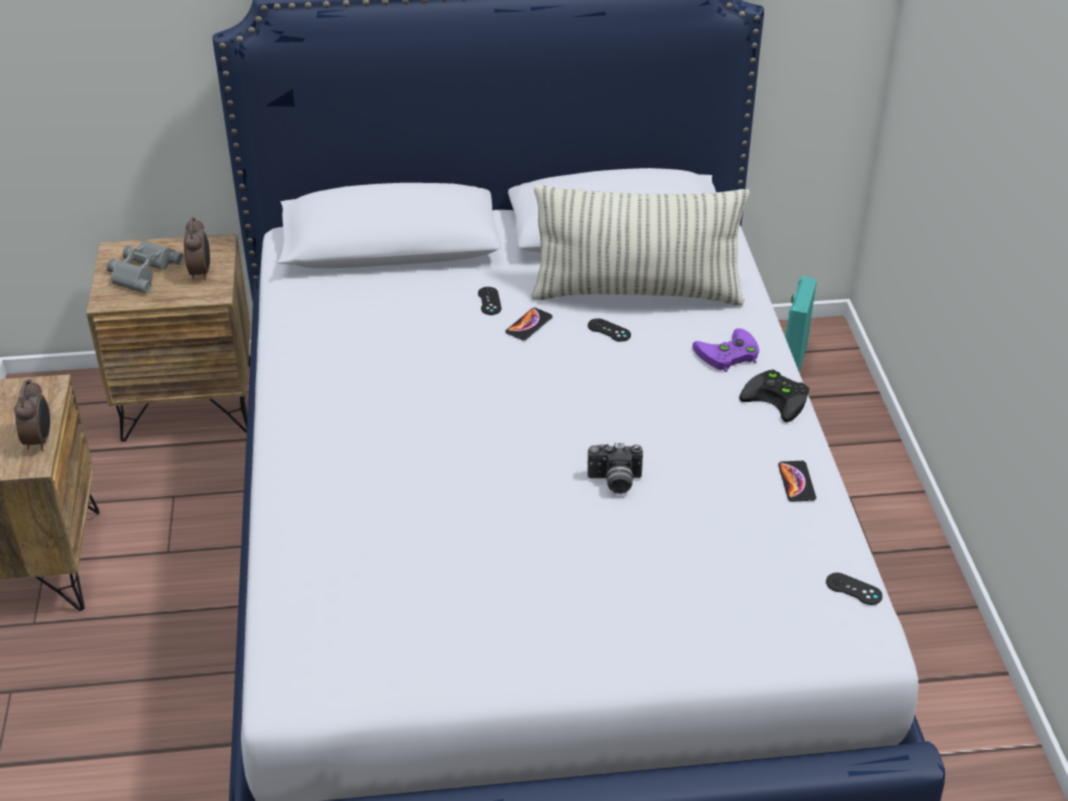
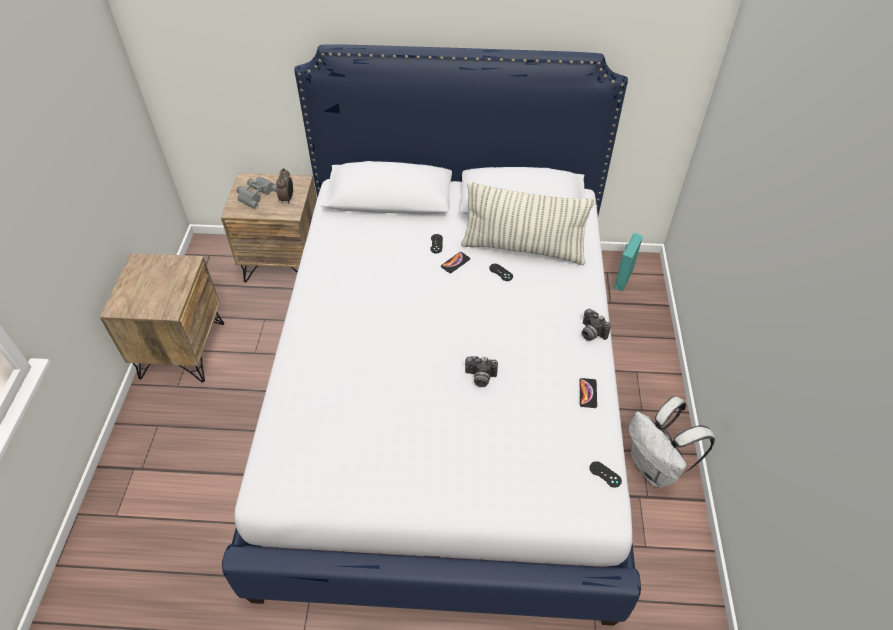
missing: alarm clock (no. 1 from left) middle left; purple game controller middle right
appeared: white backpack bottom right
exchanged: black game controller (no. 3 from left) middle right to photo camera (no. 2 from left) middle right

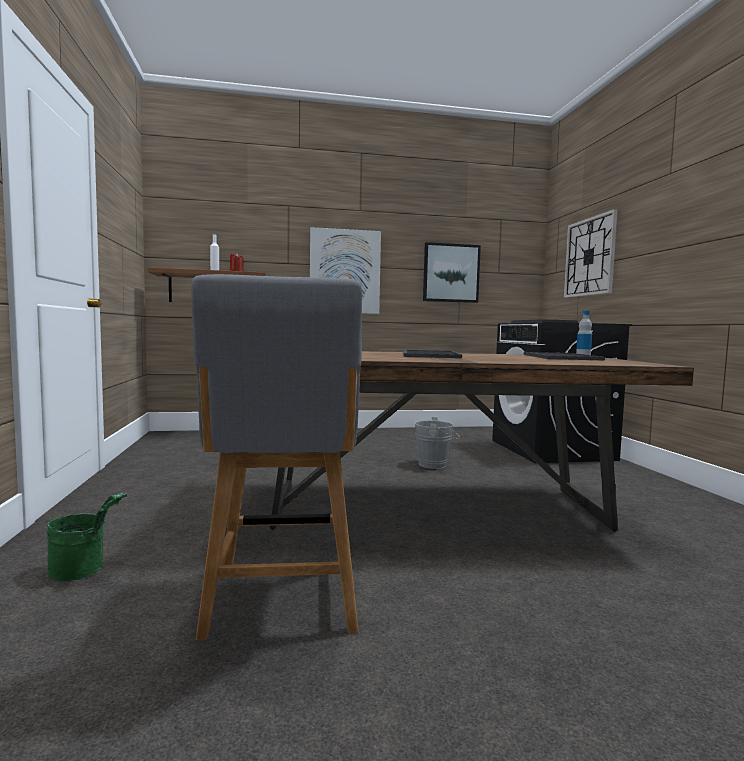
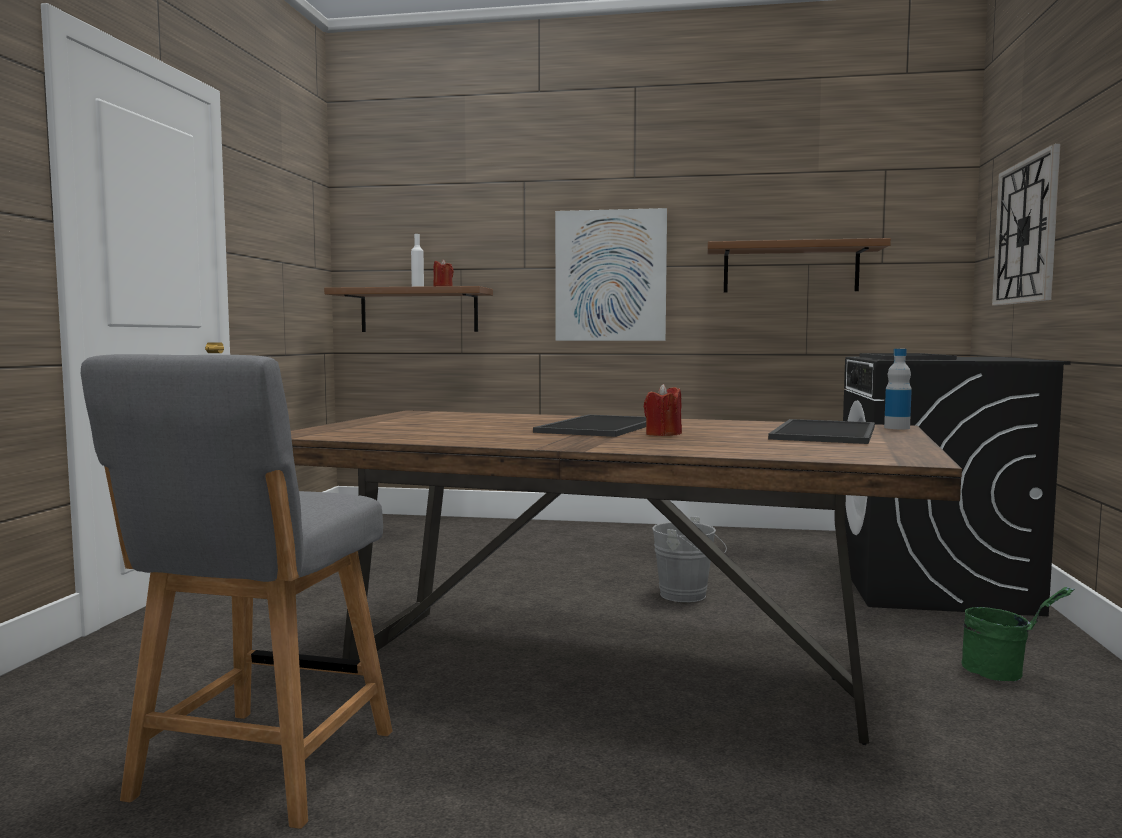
appeared: red candle (no. 2 from left) centre
relocated: green bucket bottom left to bottom right
exchanged: picture (no. 2 from left) centre to brown shelf (no. 2 from left) top right

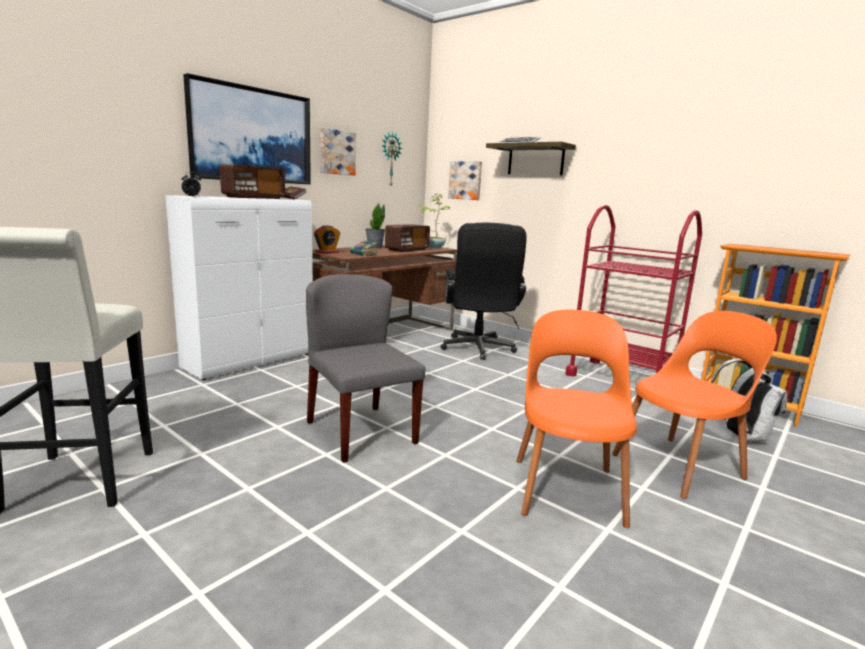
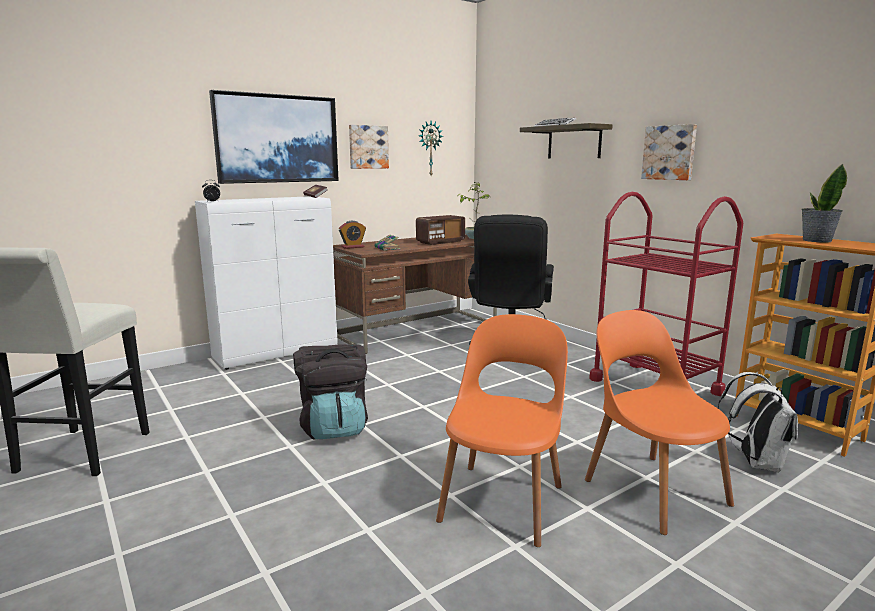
missing: radio (no. 1 from left) top left
relocated: picture (no. 3 from left) top centre to top right; potted plant (no. 1 from left in the first image) centre to potted plant (no. 2 from left) top right
exchanged: grey chair centre to black backpack centre
spun: orange chair (no. 2 from left) middle right = bottom right 105 degrees counterclockwise

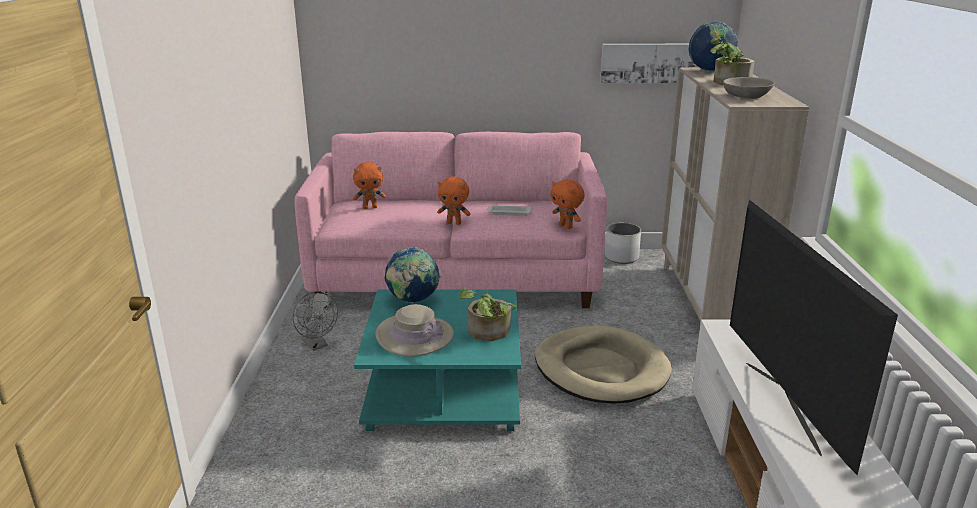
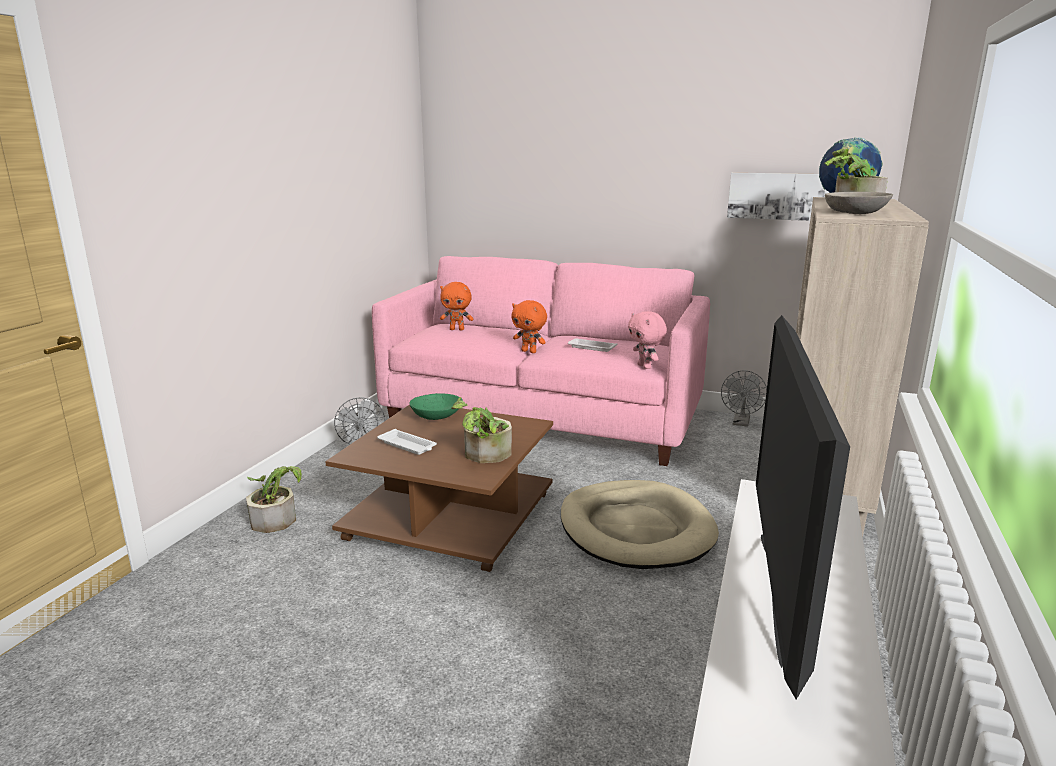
appeared: potted plant (no. 1 from left) middle left
exchanged: beige hat centre to white tray (no. 1 from left) centre; globe (no. 1 from left) centre to green bowl centre; white planter centre to grey fan (no. 2 from left) middle right
colour: turquoise coffee table bottom centre to brown coffee table centre; orange plush toy (no. 3 from left) centre to pink plush toy centre

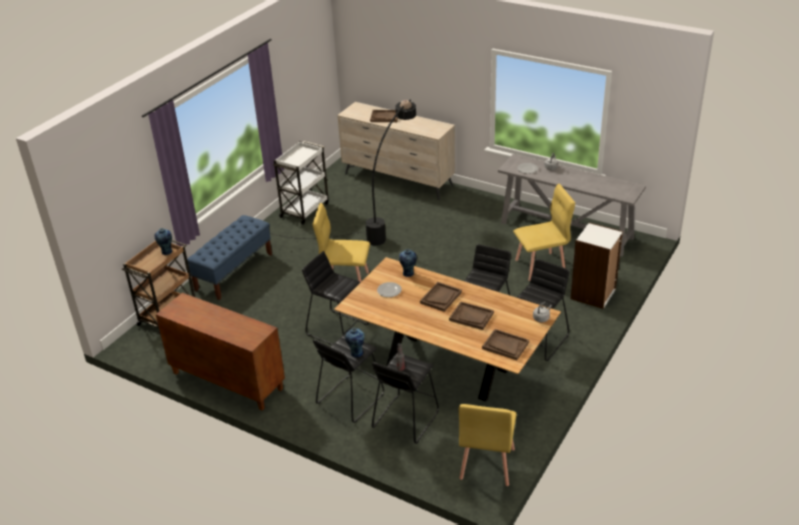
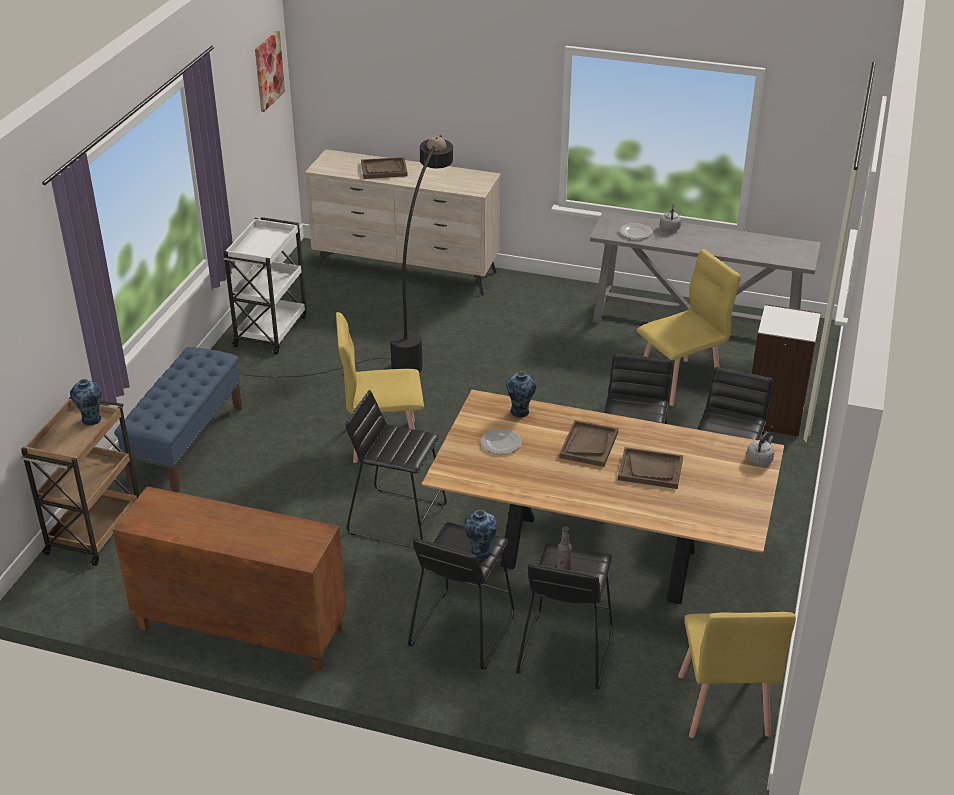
missing: brown tray (no. 4 from left) centre
appeared: picture top left

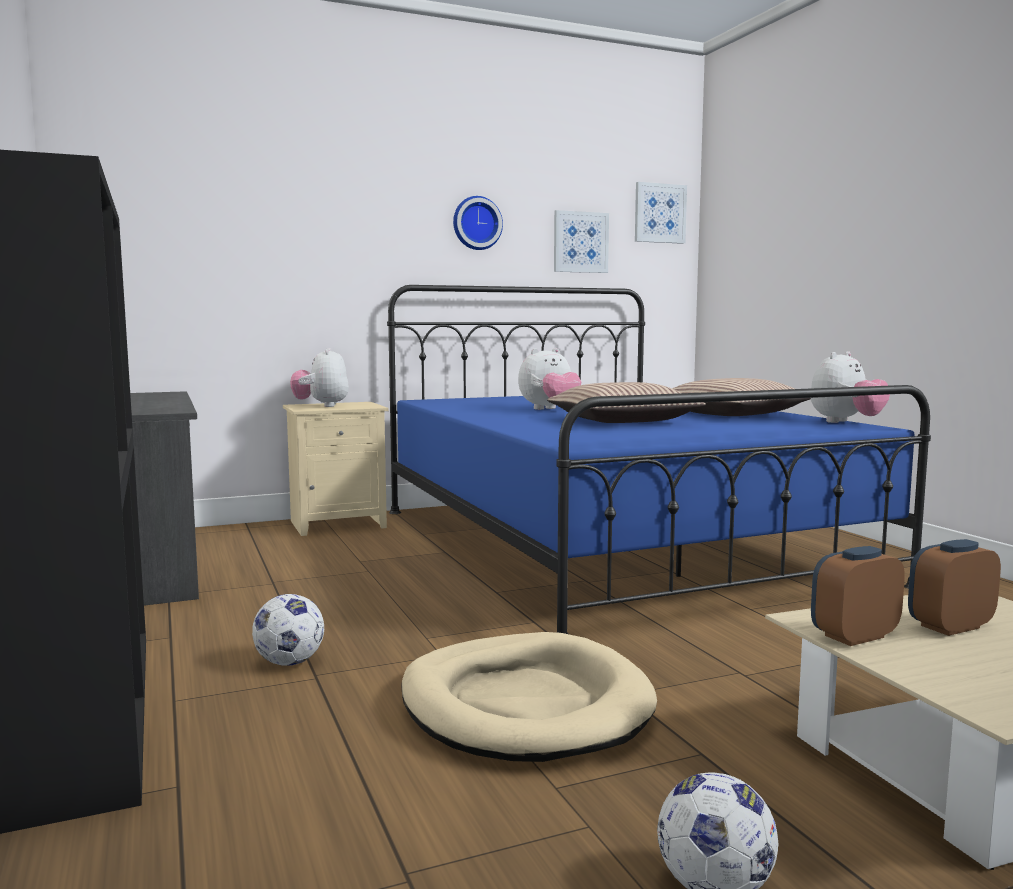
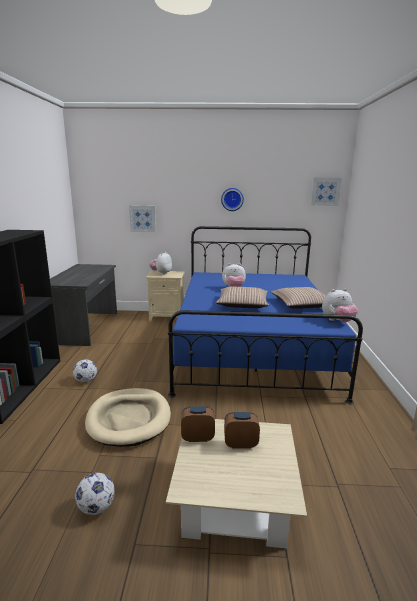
relocated: picture (no. 1 from left) top centre to centre

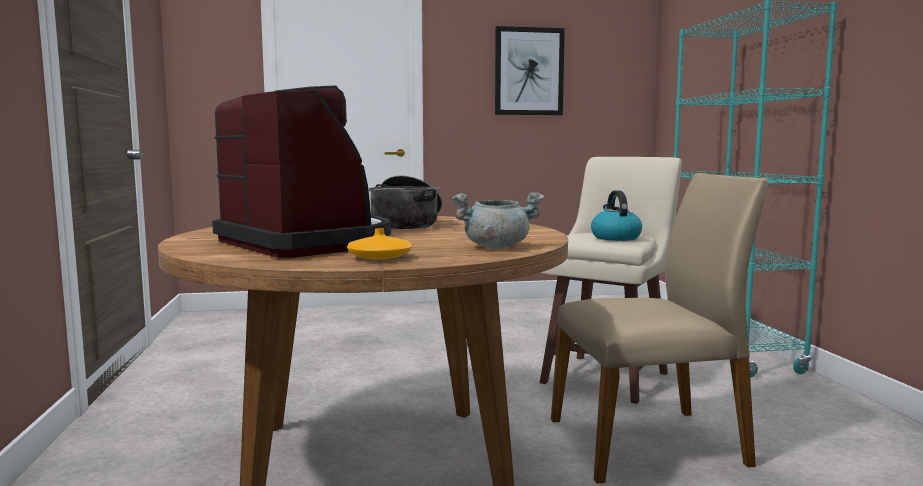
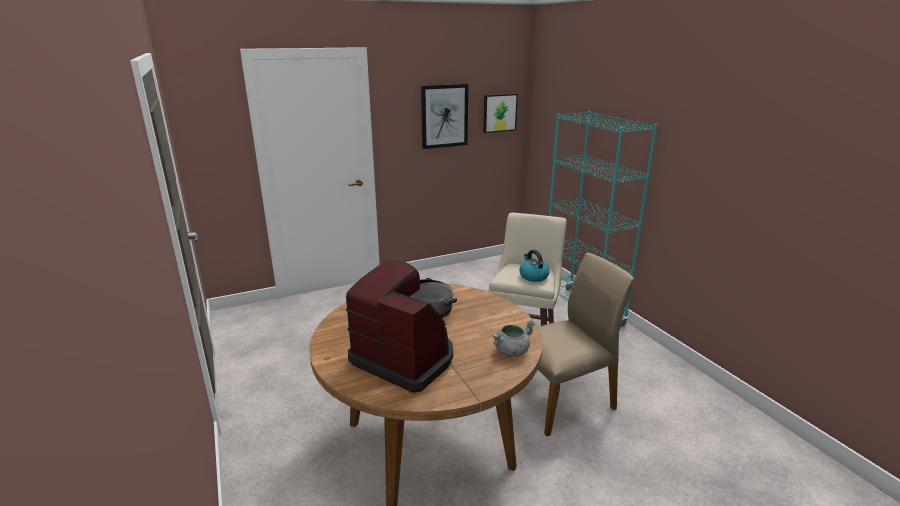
missing: orange vase centre
appeared: picture (no. 2 from left) top centre

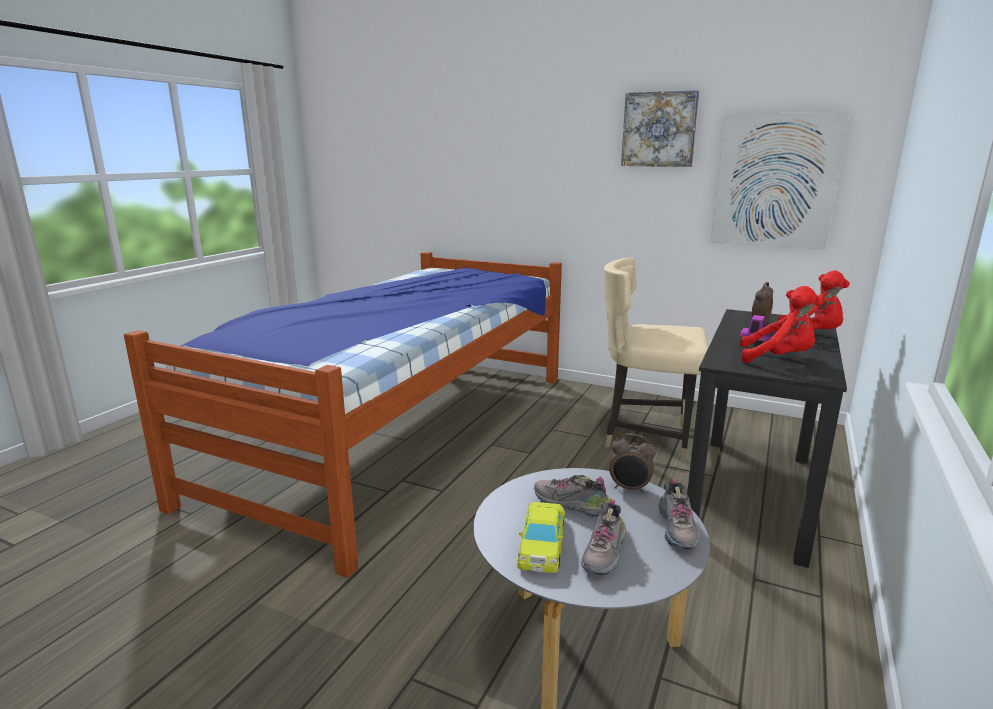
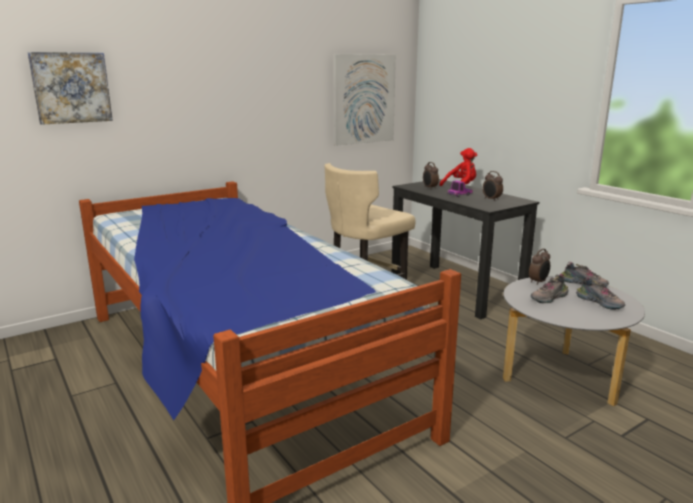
missing: yellow toy car bottom centre
relocated: picture (no. 1 from left) top centre to top left
exchanged: red plush toy (no. 1 from left) middle right to alarm clock (no. 2 from left) middle right

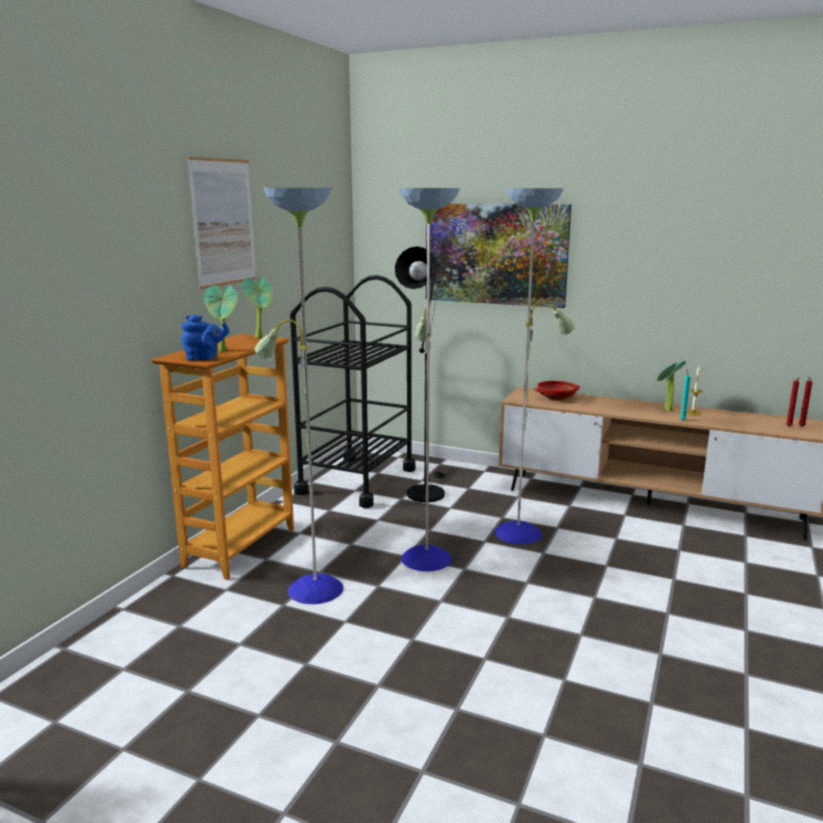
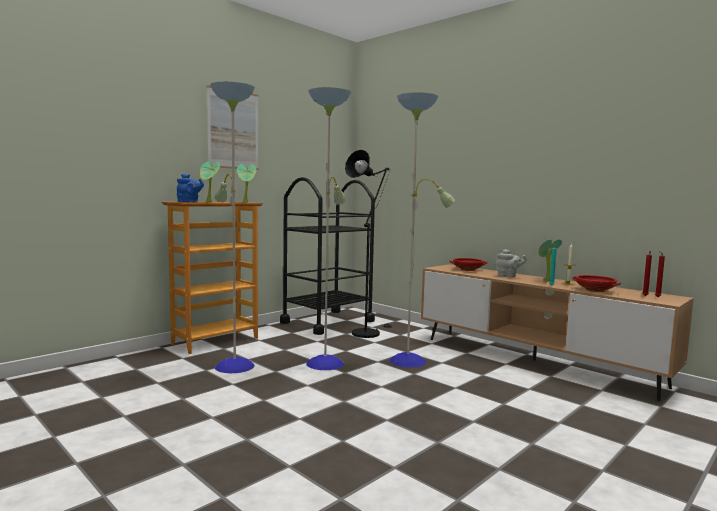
missing: picture (no. 2 from left) top centre
appeared: grey teapot middle right; red bowl (no. 2 from left) middle right

